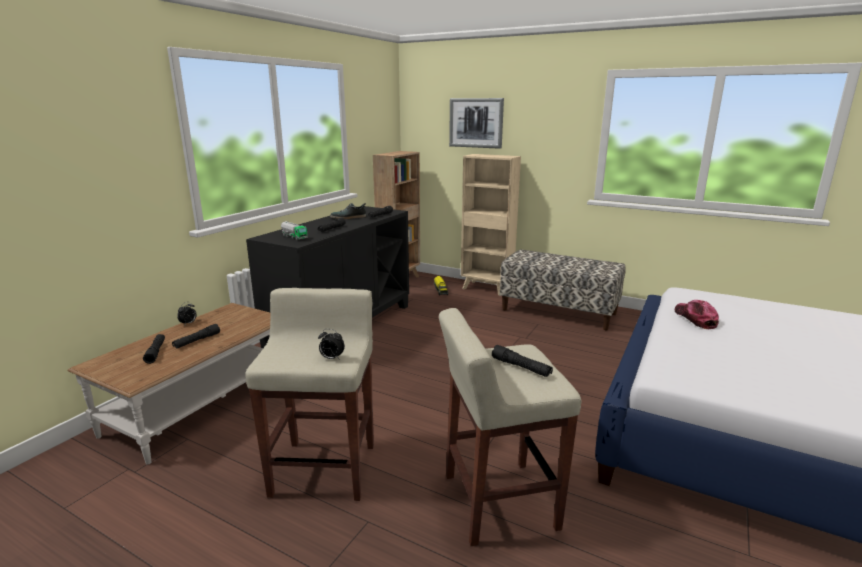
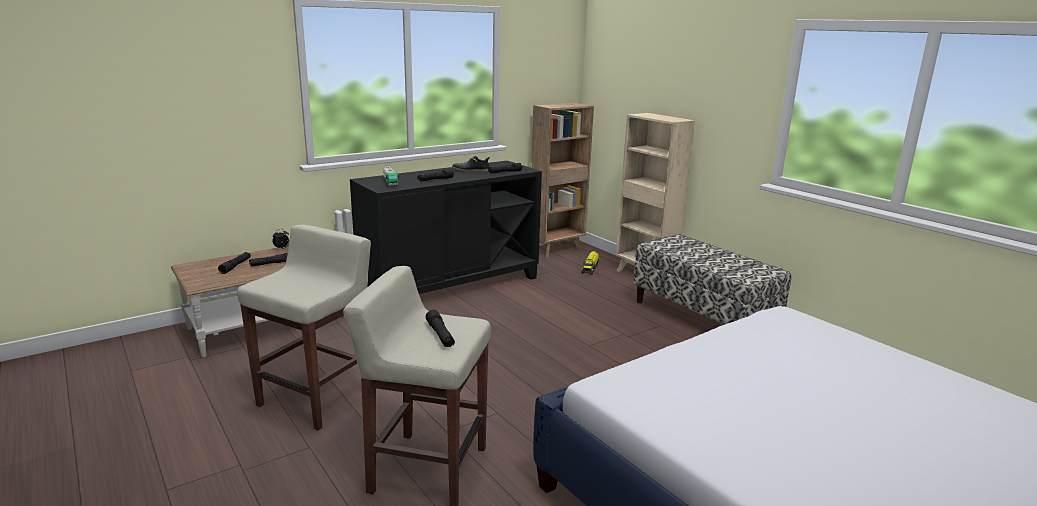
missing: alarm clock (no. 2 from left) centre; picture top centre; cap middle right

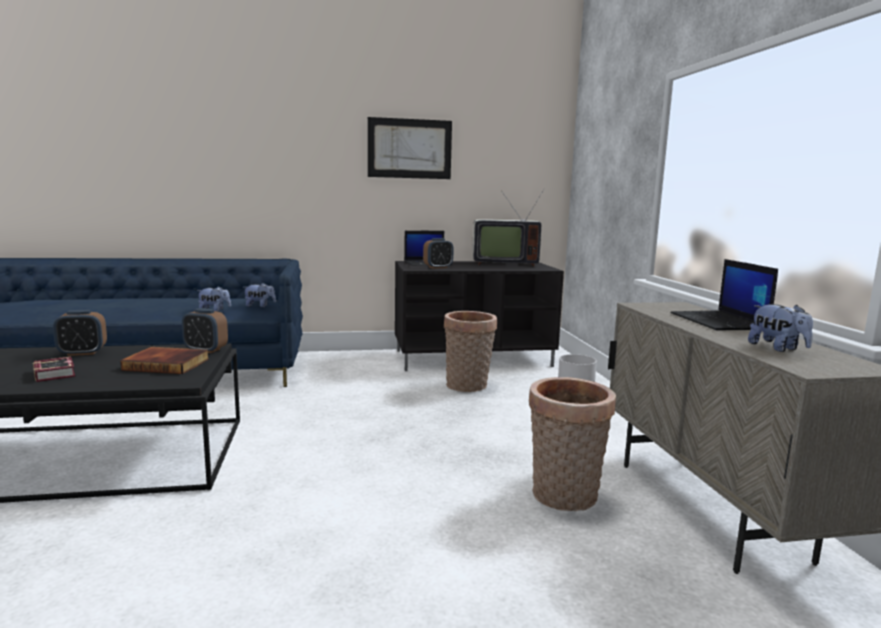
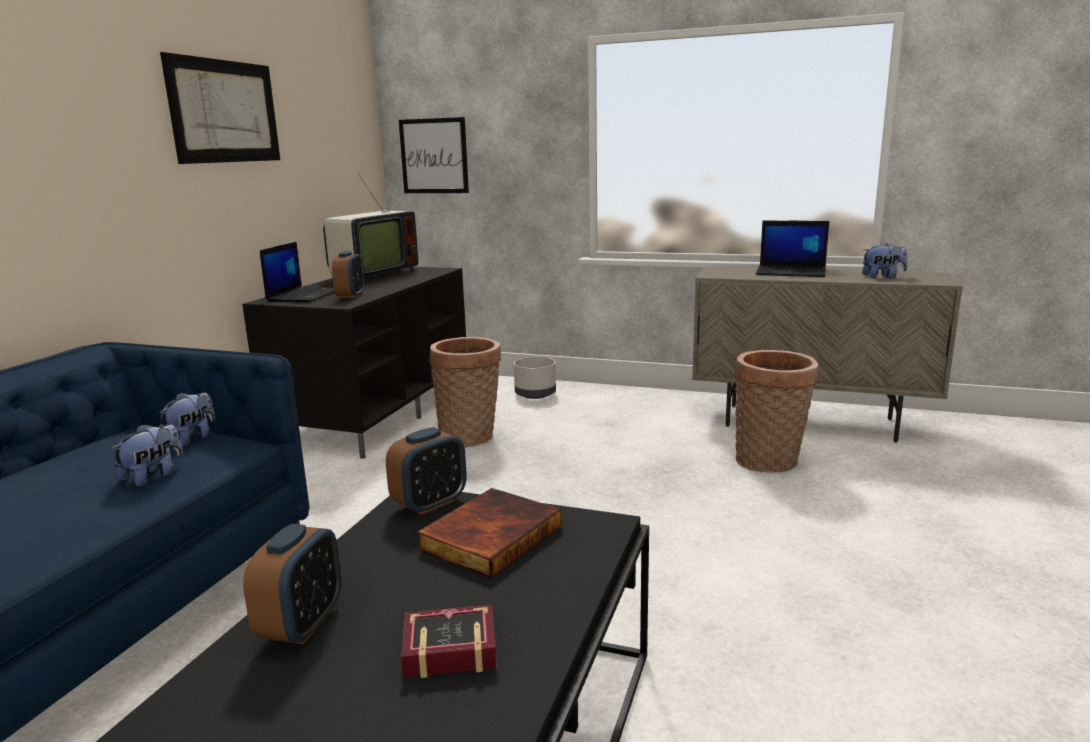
appeared: picture (no. 2 from left) top centre

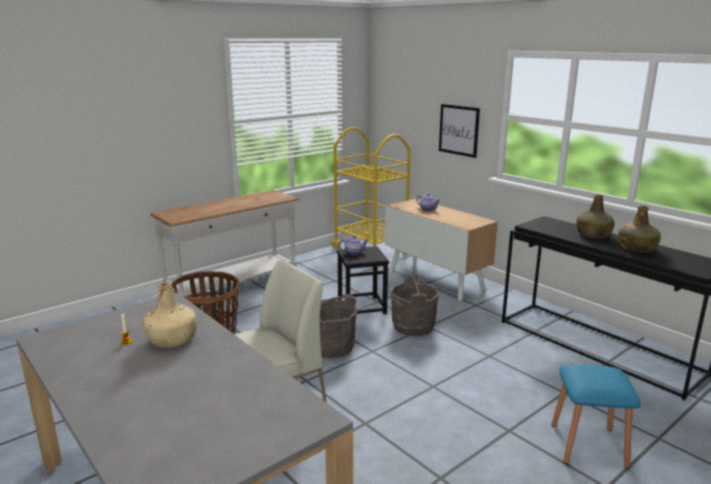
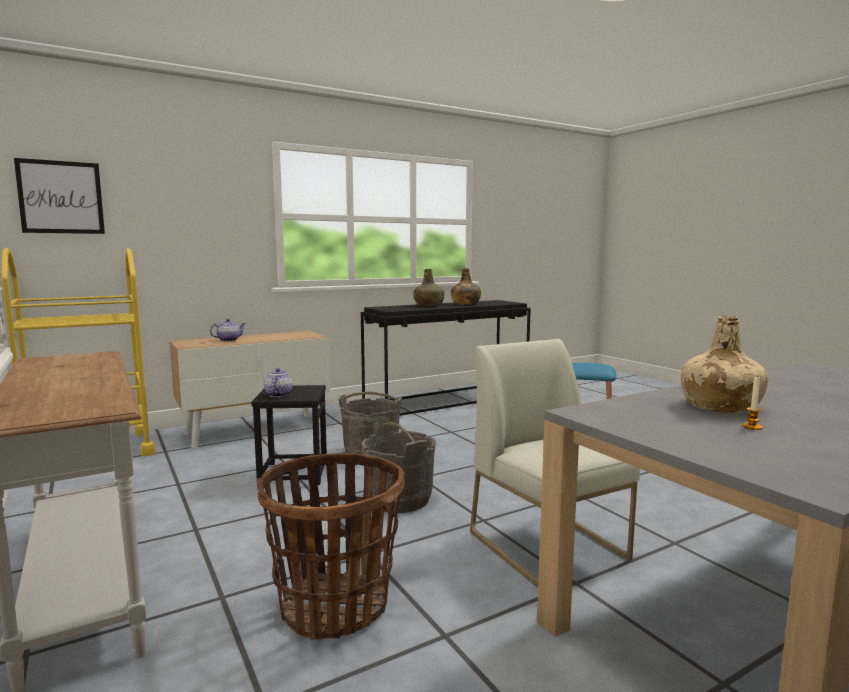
relocated: picture top centre to top left

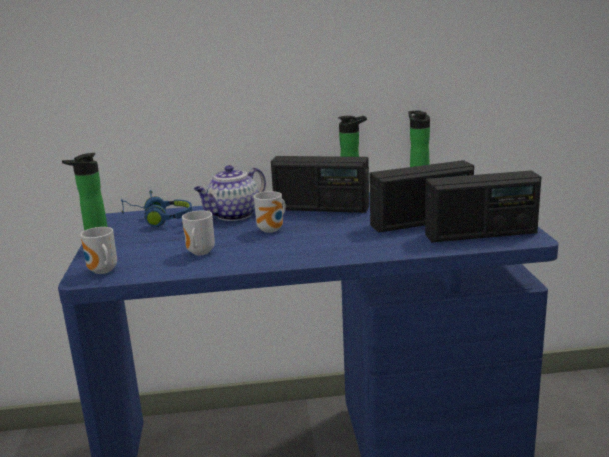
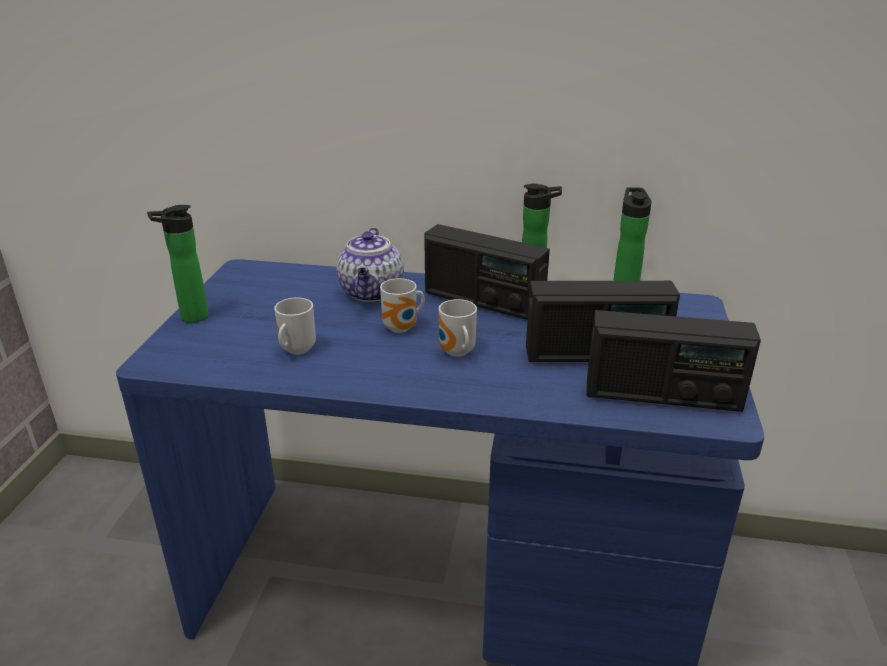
missing: blue headphones middle left
relocated: mug (no. 1 from left in the first image) middle left to mug (no. 3 from left) centre
spun: teapot centre = centre 60 degrees counterclockwise

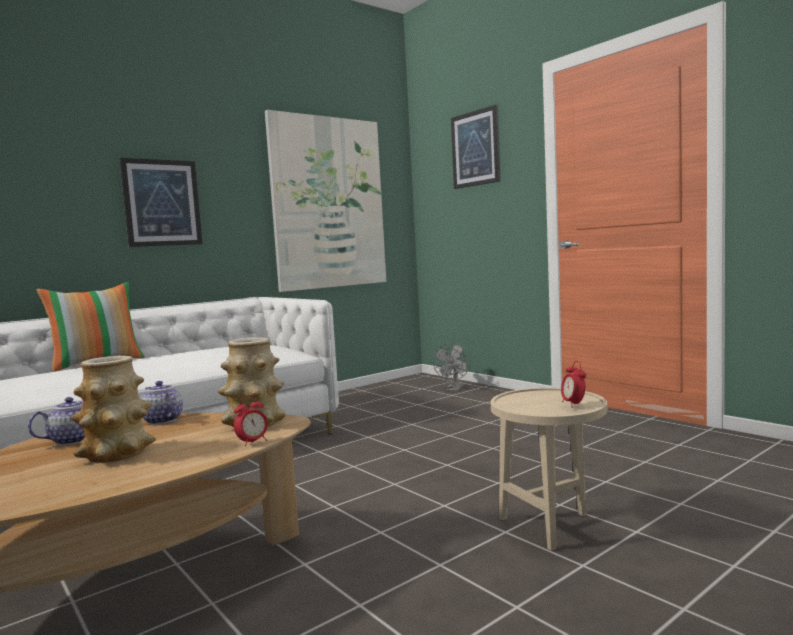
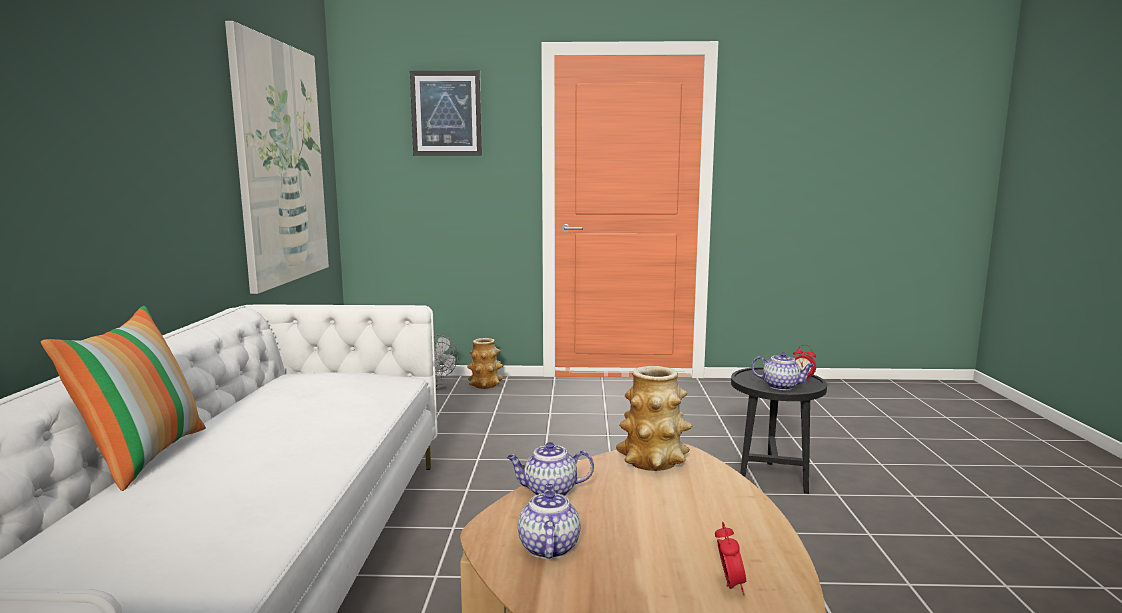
missing: picture (no. 1 from left) top left
appeared: teapot (no. 3 from left) middle right
relocated: vase (no. 1 from left) middle left to centre; alarm clock (no. 1 from left) middle left to bottom centre
colour: beige side table bottom right to black side table bottom right

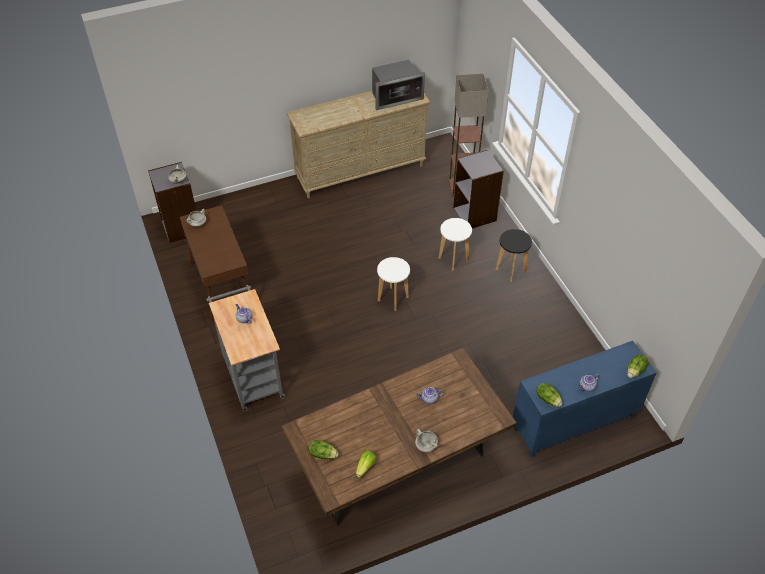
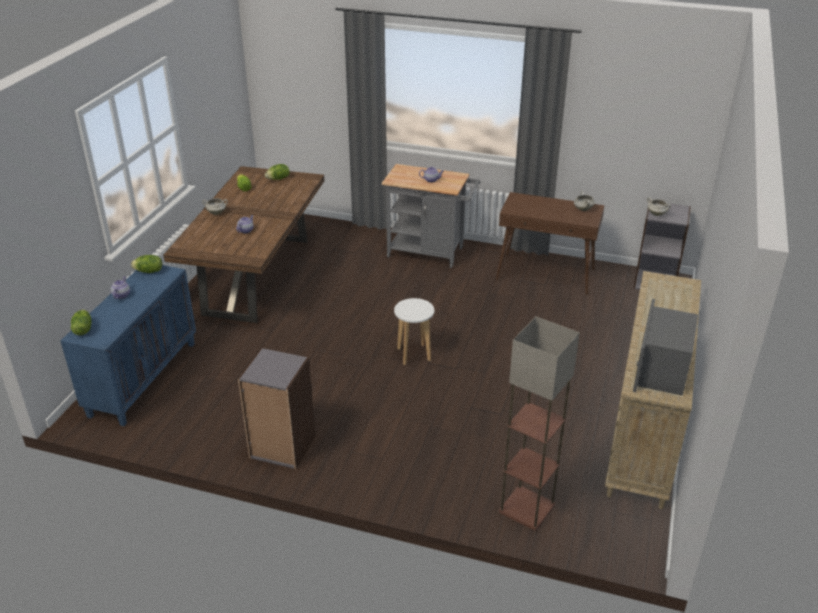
missing: white stool (no. 2 from left) centre; black stool middle right
relocated: grey bookcase (no. 2 from left in the first image) top centre to grey bookcase (no. 1 from left) centre

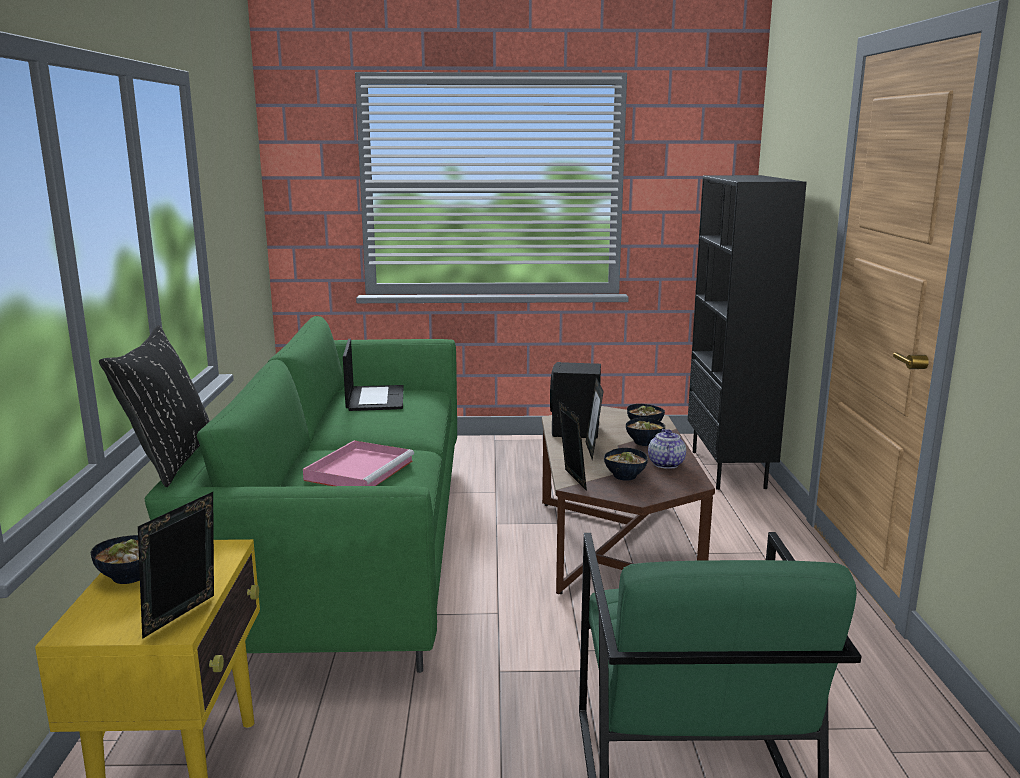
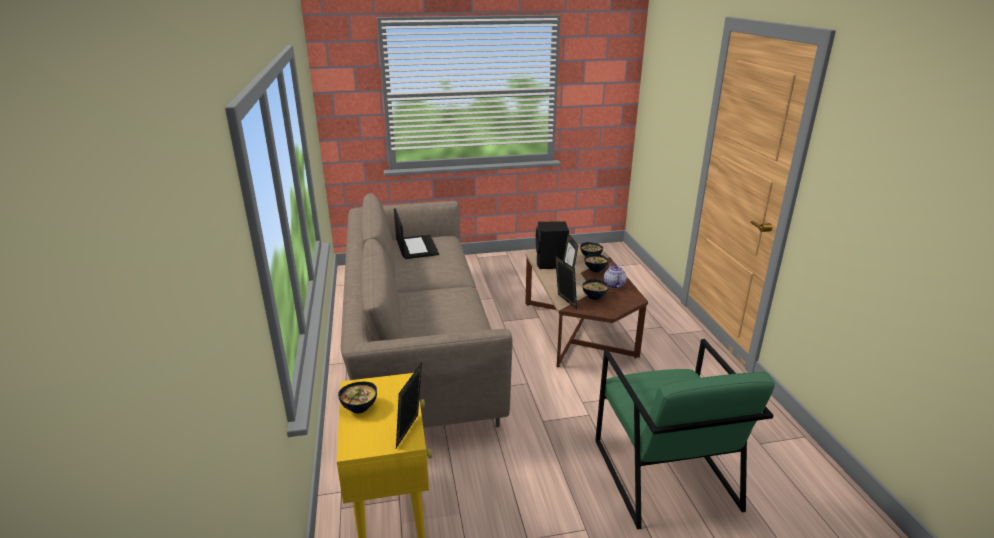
missing: black pillow middle left; pink tray centre; black bookcase middle right
colour: green sofa middle left to beige sofa centre

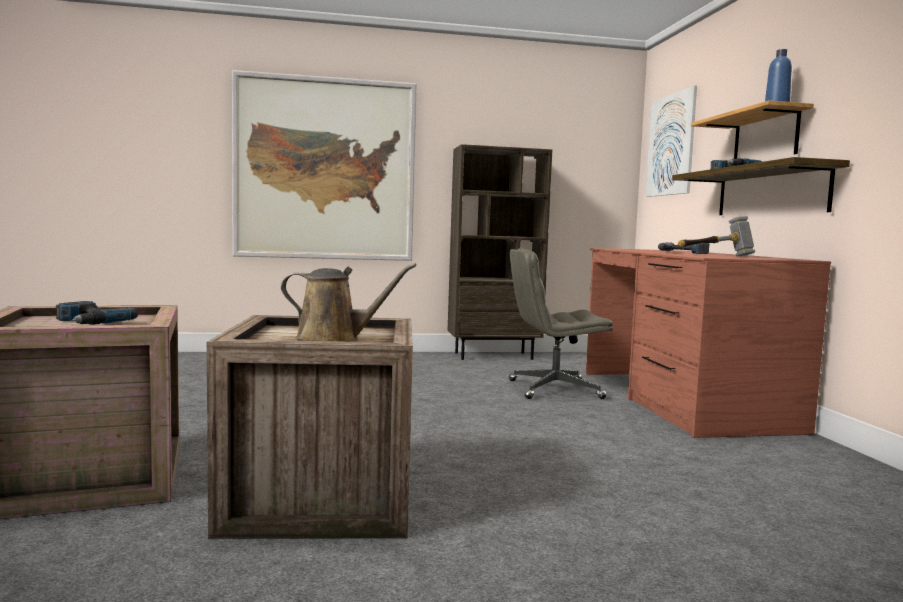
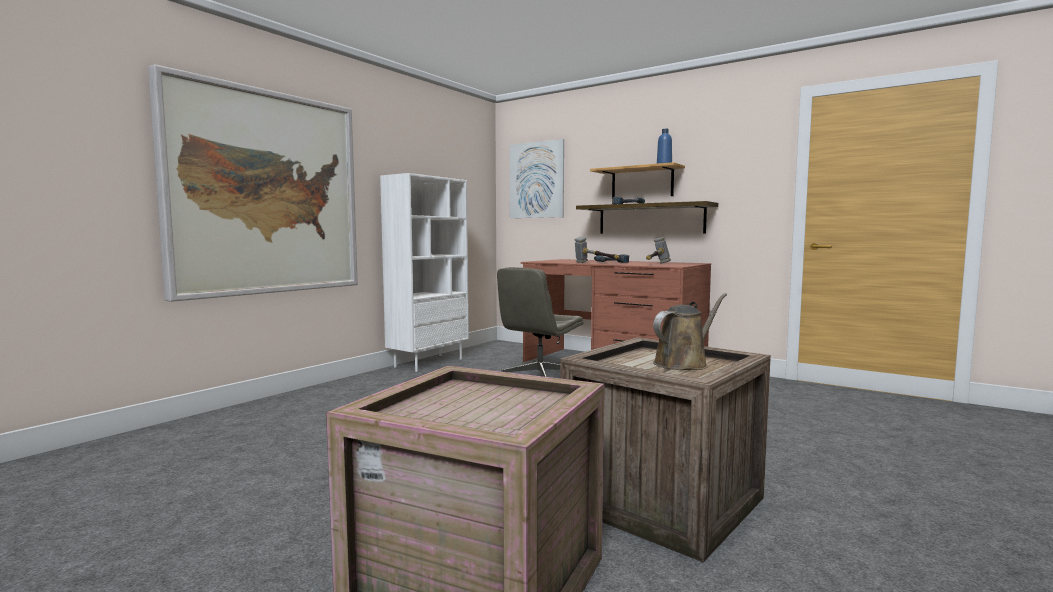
missing: power drill (no. 1 from left) middle left
appeared: hammer (no. 1 from left) centre
colour: brown bookcase centre to white bookcase centre

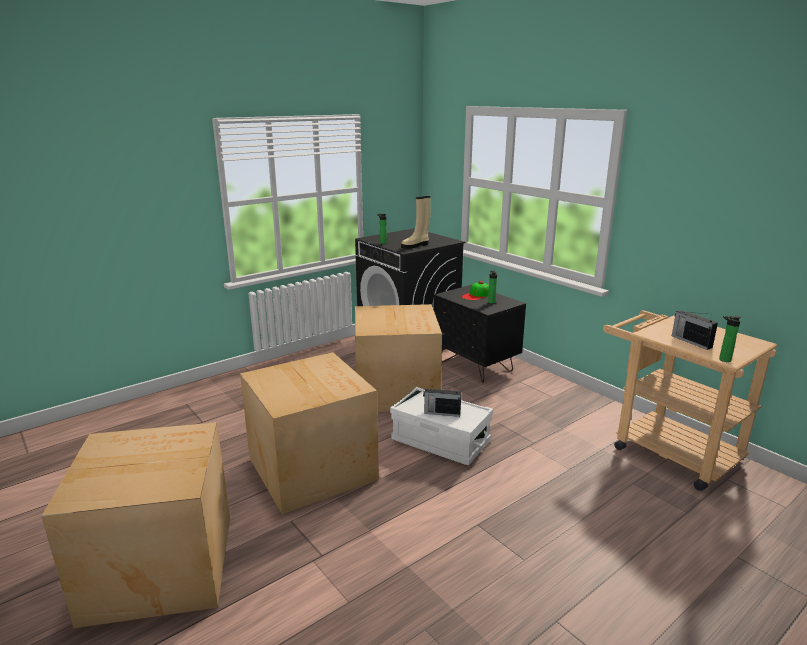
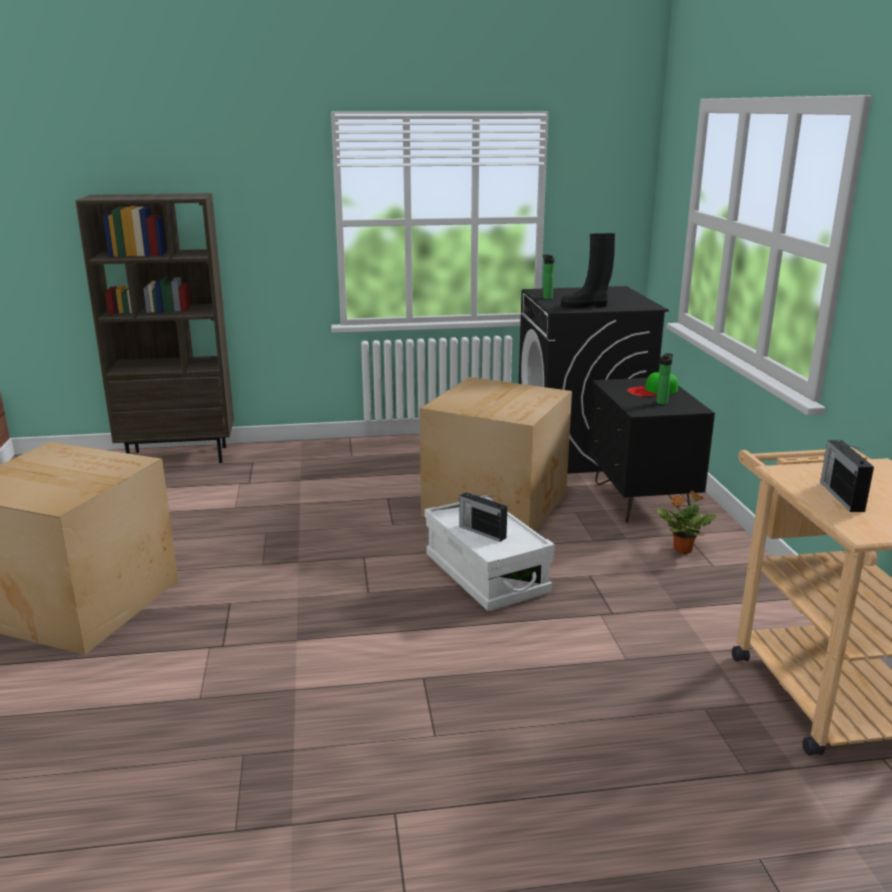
missing: cardboard box (no. 2 from left) bottom centre; bottle (no. 3 from left) middle right
appeared: brown bookcase middle left; potted plant middle right
colour: beige boot centre to black boot top centre

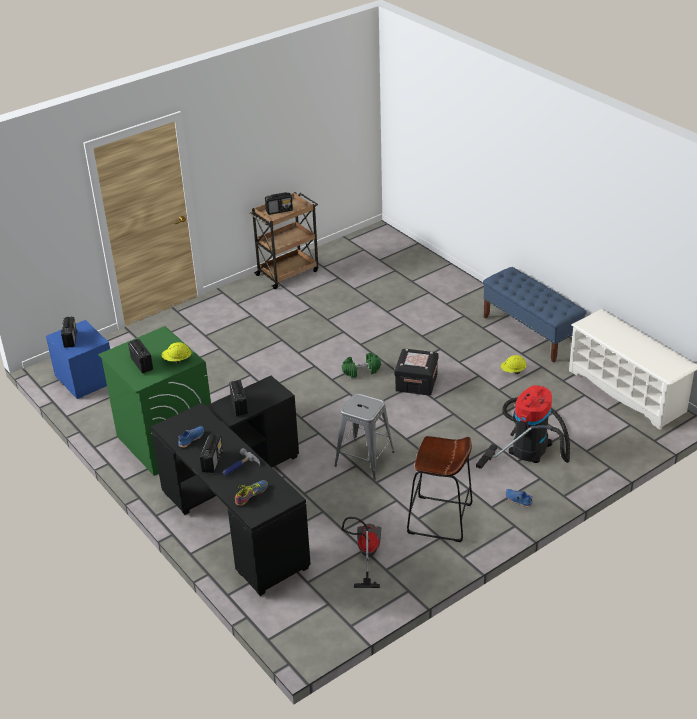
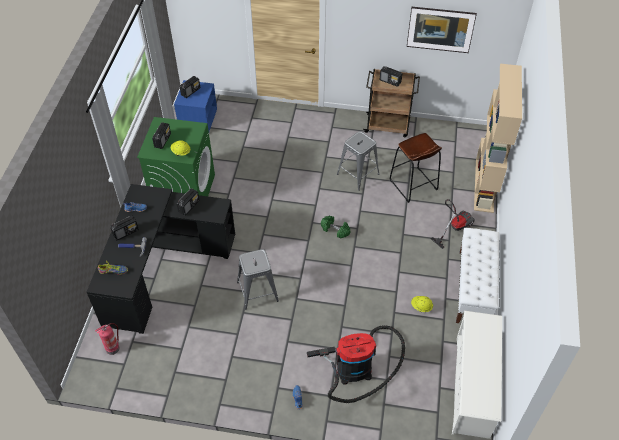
missing: black storage box centre
appeared: fire extinguisher bottom left; grey stool (no. 2 from left) centre; picture top right; beige bookcase top right
relocated: brown stool bottom centre to middle right; vacuum cleaner (no. 1 from left in the first image) bottom centre to vacuum cleaner (no. 2 from left) middle right
colour: blue bench middle right to white bench middle right

